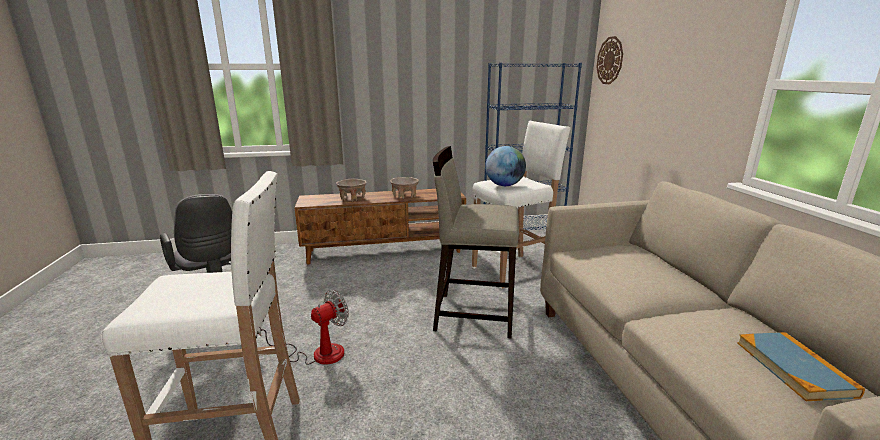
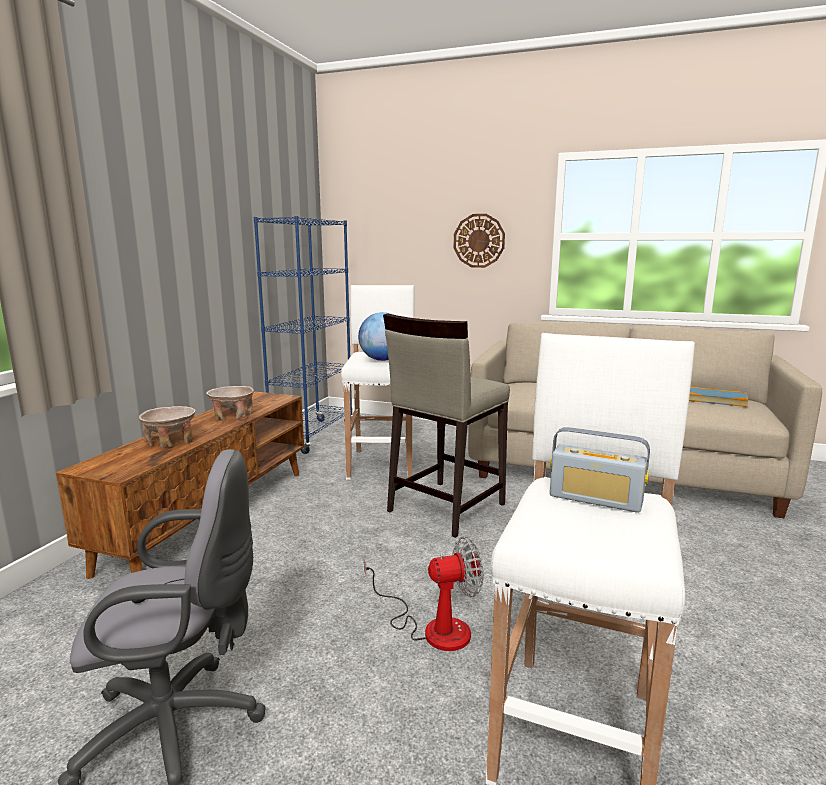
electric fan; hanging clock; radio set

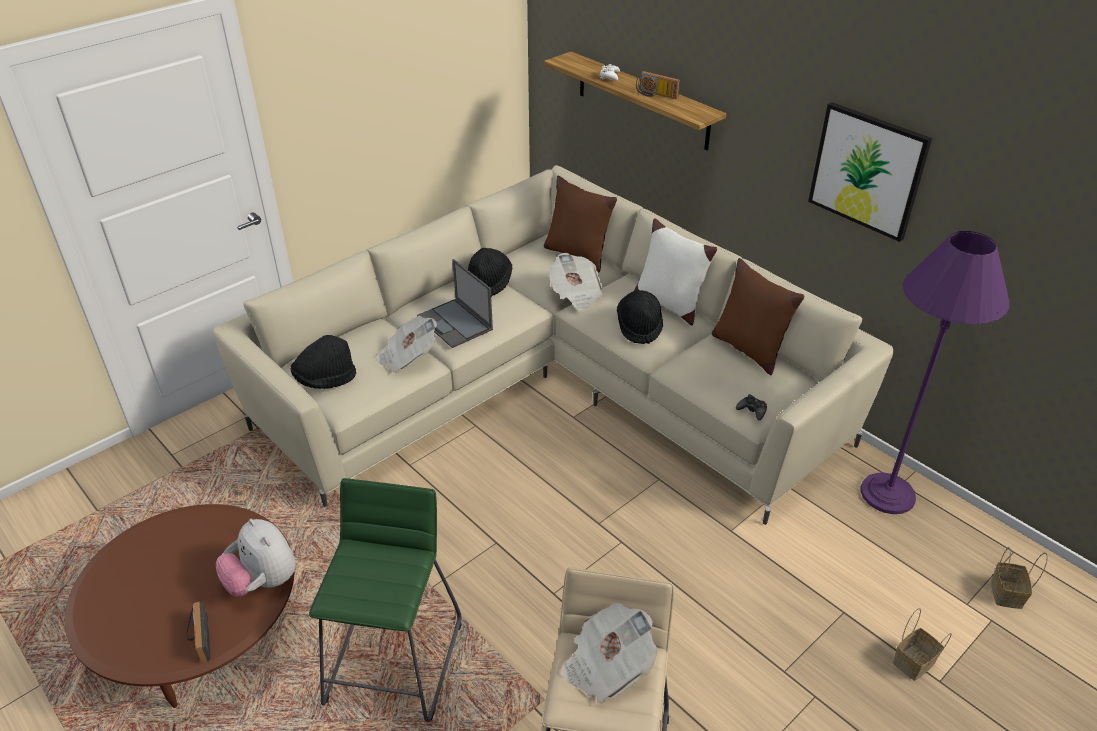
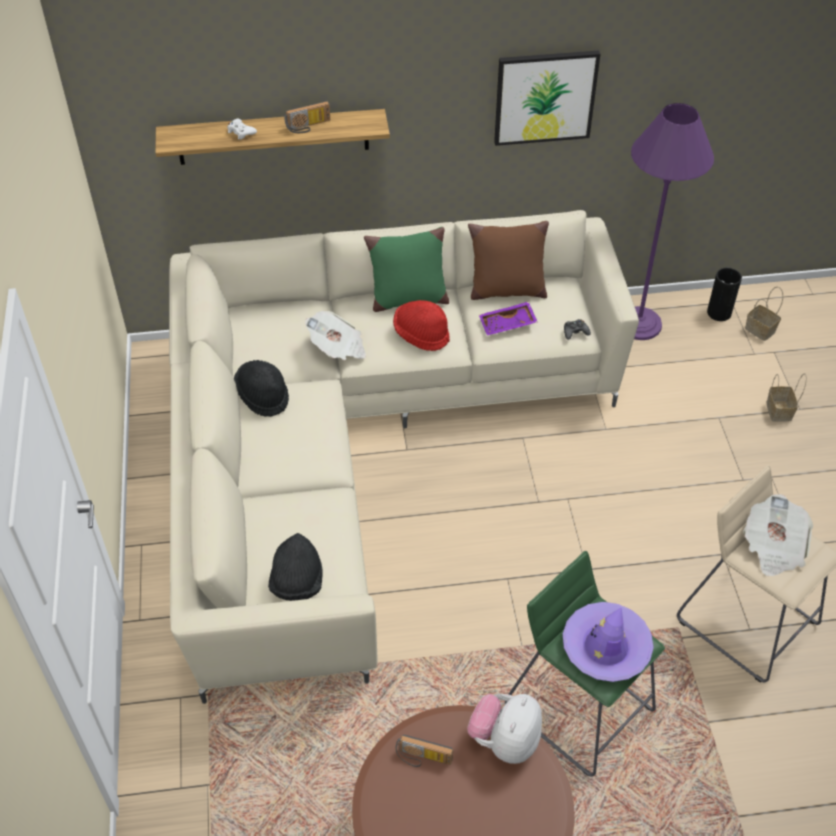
greenish cushion; red-coloured hat; radio set (2nd from left); plush toy; purplish serving tray; purplish hat; vase; newspaper (1st from left in the first image); notebook computer; brown-coloured cushion (1st from left in the first image)

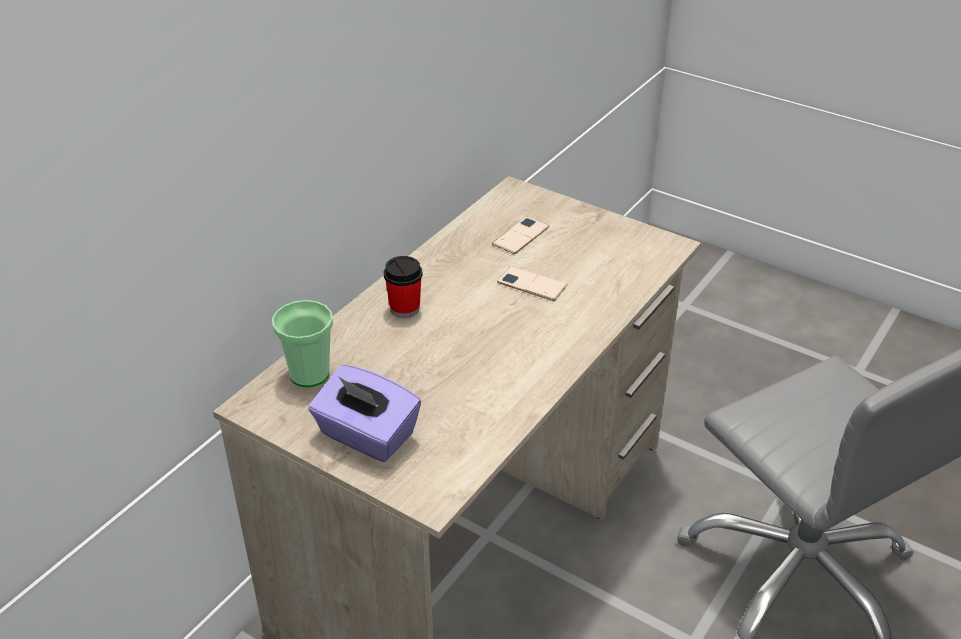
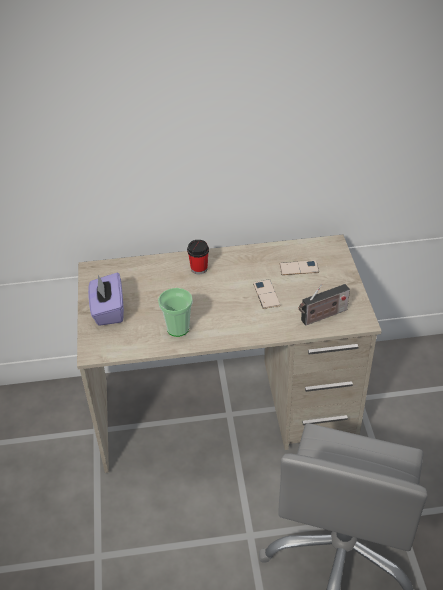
cup (1st from left); radio set

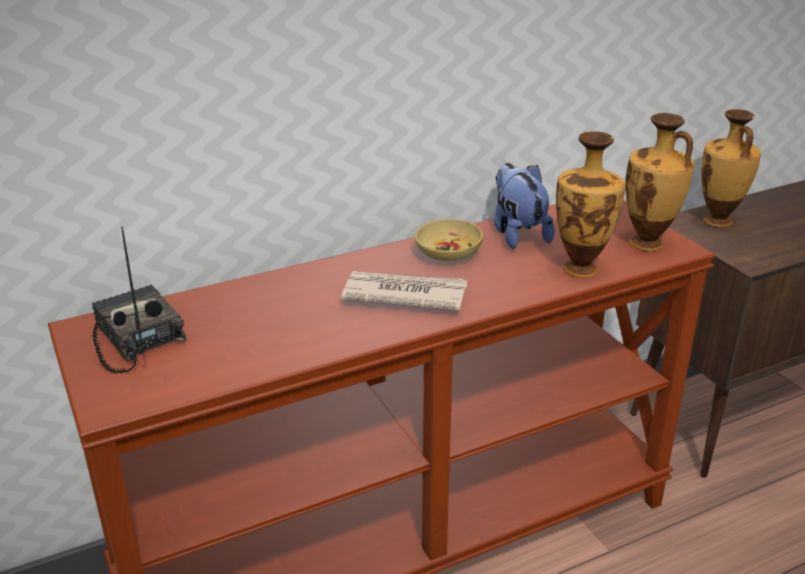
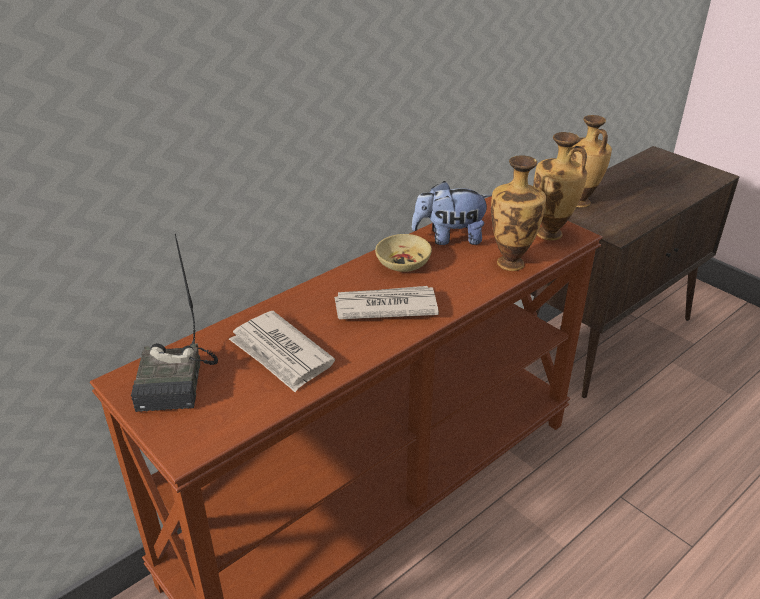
radio set; newspaper (1st from left); plush toy

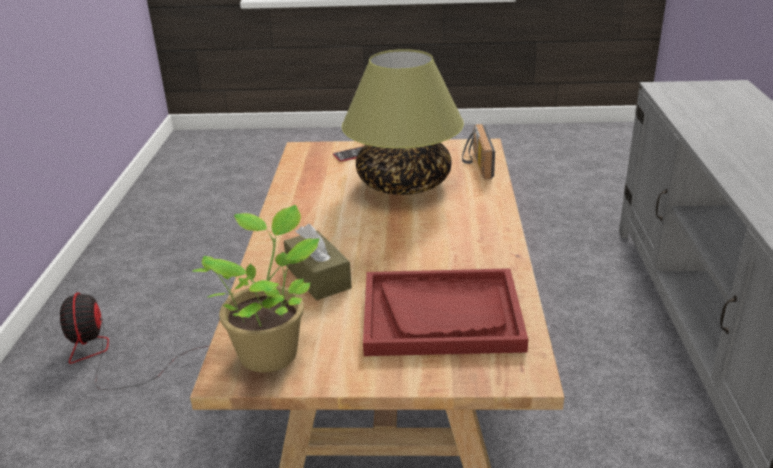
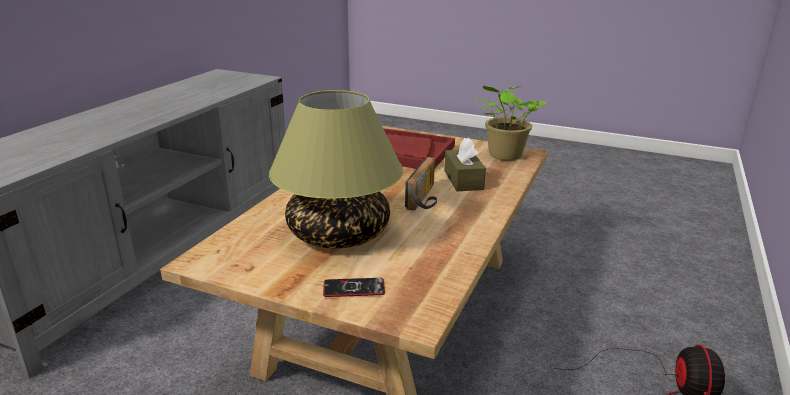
radio set

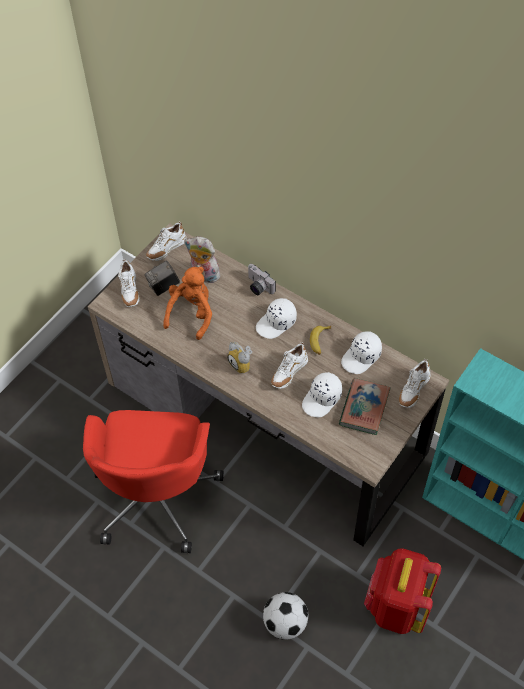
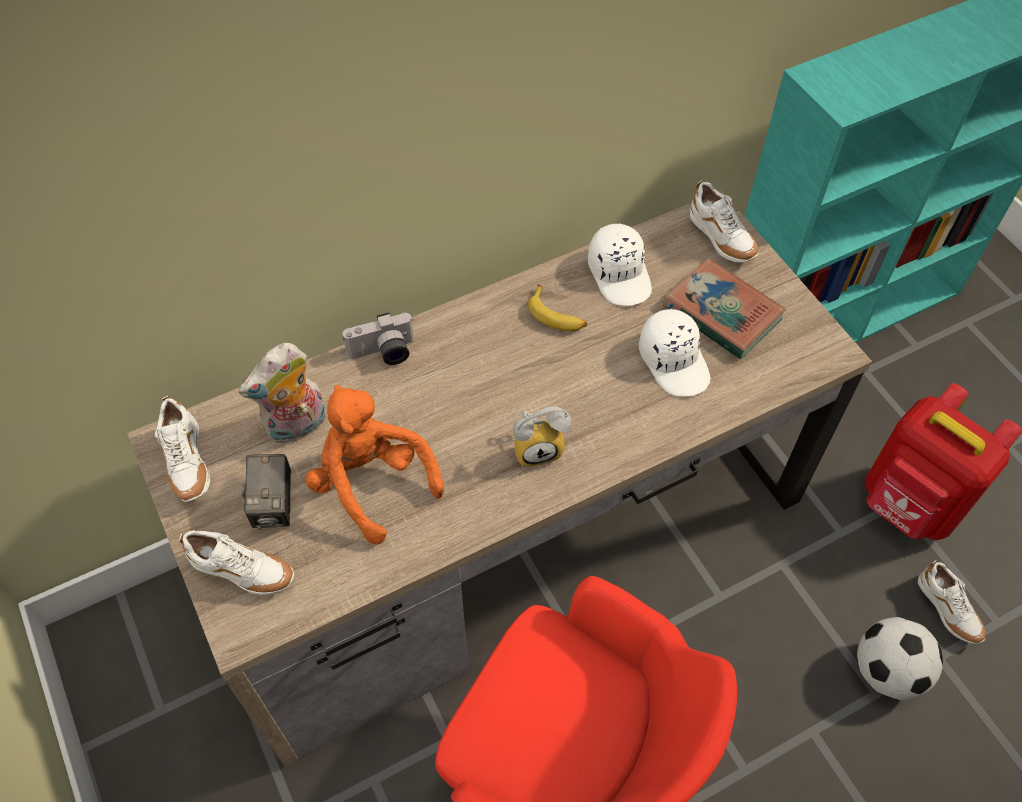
whitish shoe (4th from left); whitish baseball cap (1st from left in the first image)

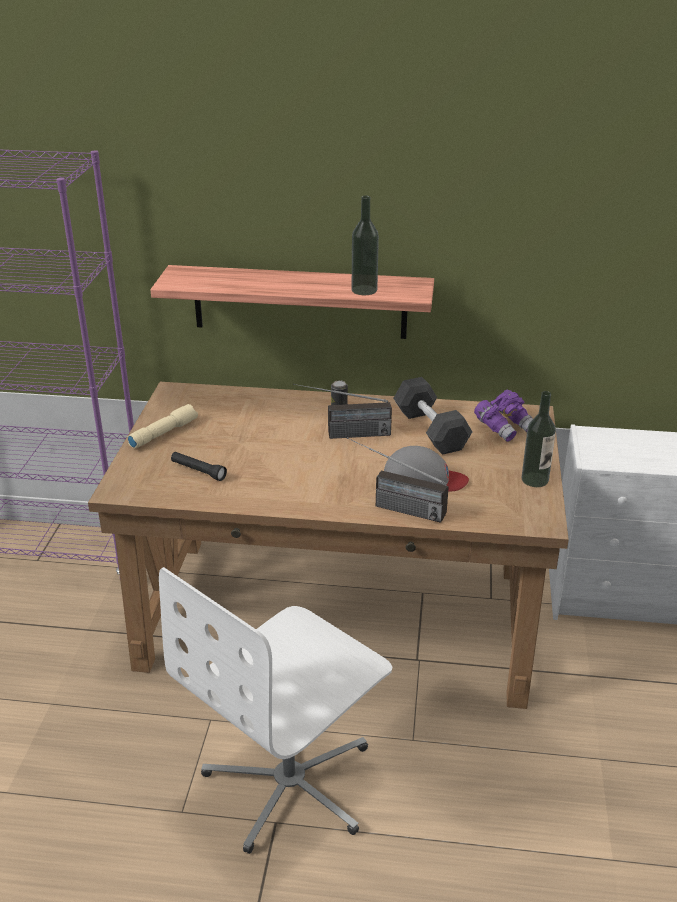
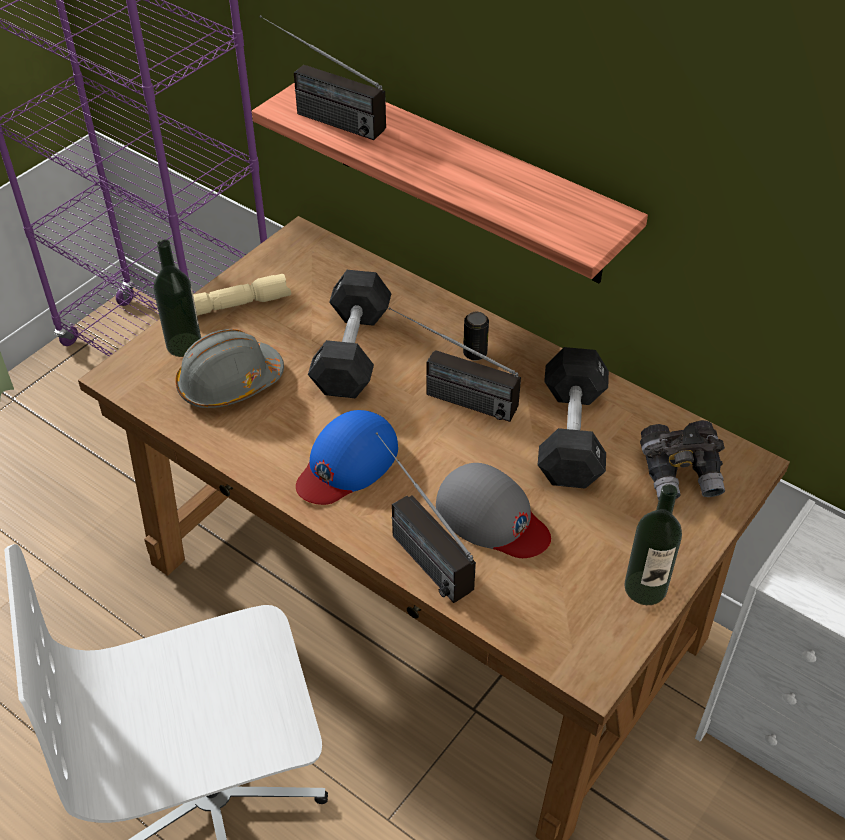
drink bottle (1st from left); greyish safety helmet; radio set (1st from left); bluish baseball cap; blackish hand weight (1st from left); greyish pair of binoculars

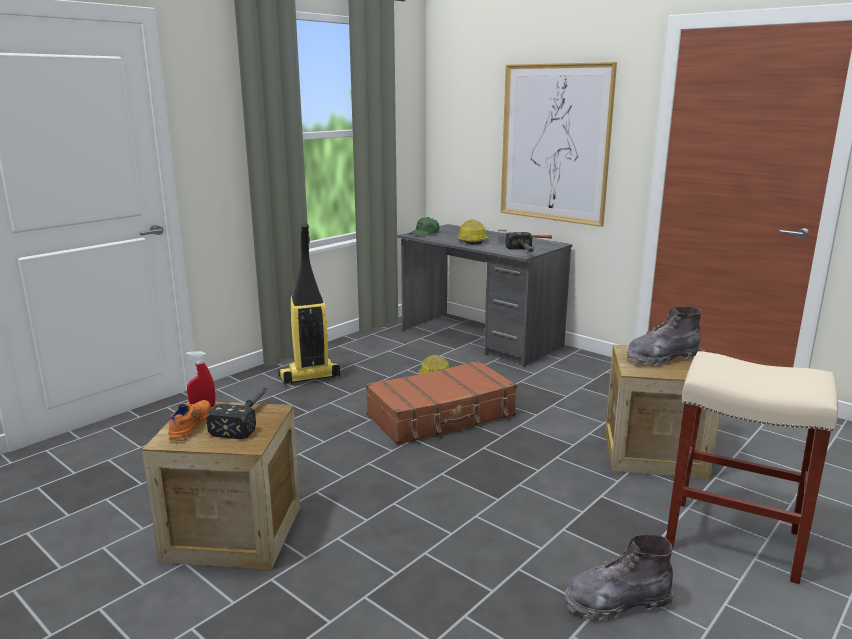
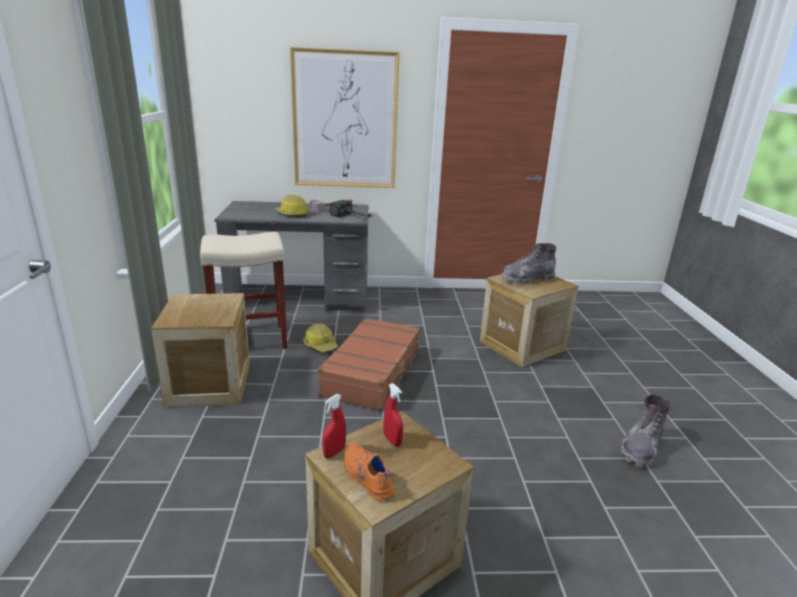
crate (1st from left); beige stool seat; red-coloured spray bottle (2nd from left); greyish boot (1st from left); greenish baseball cap

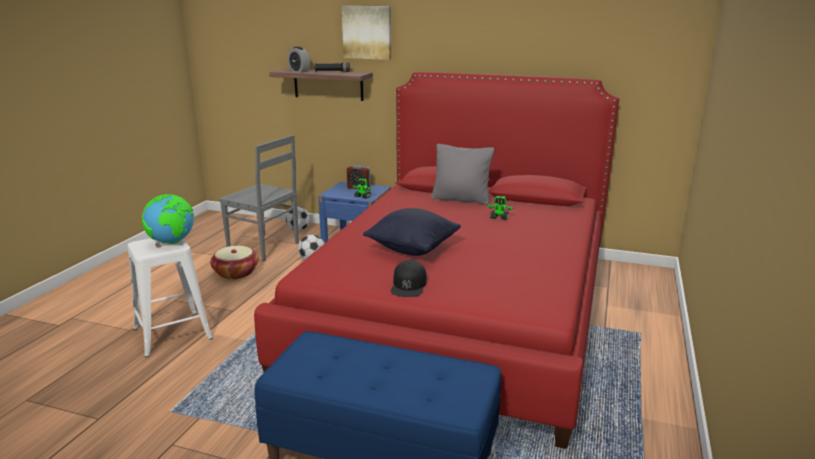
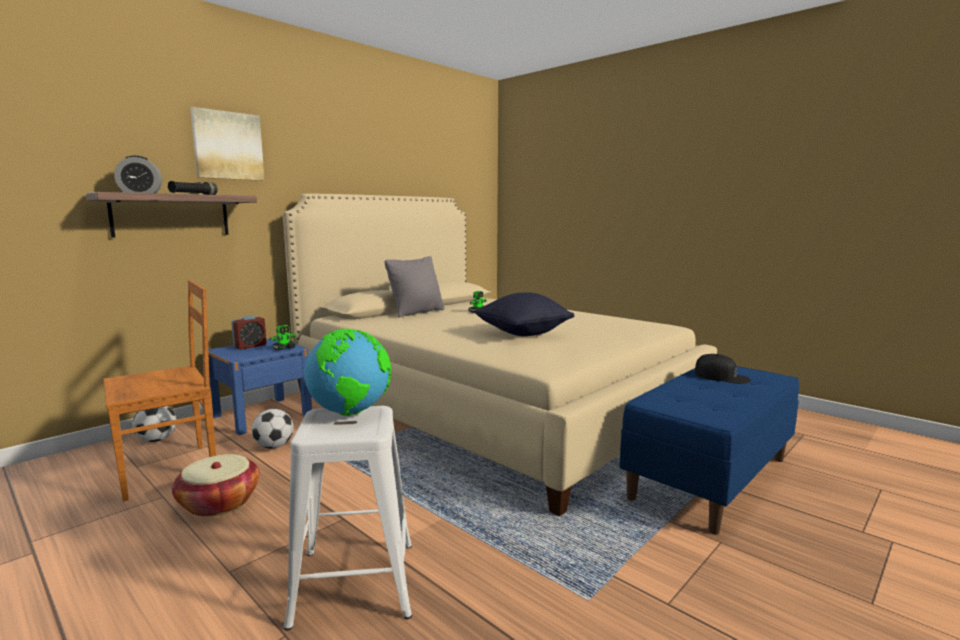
brown-coloured plain chair; beige sleeping bed; blackish baseball cap

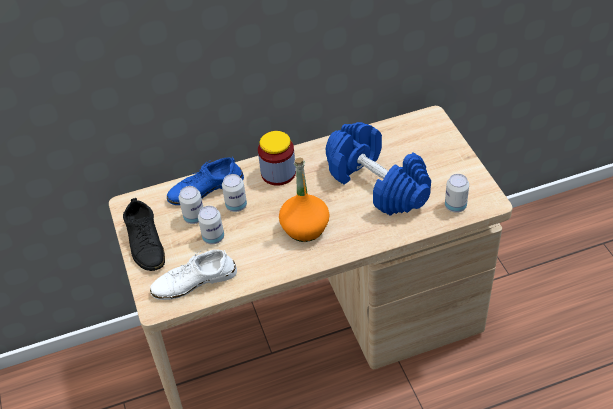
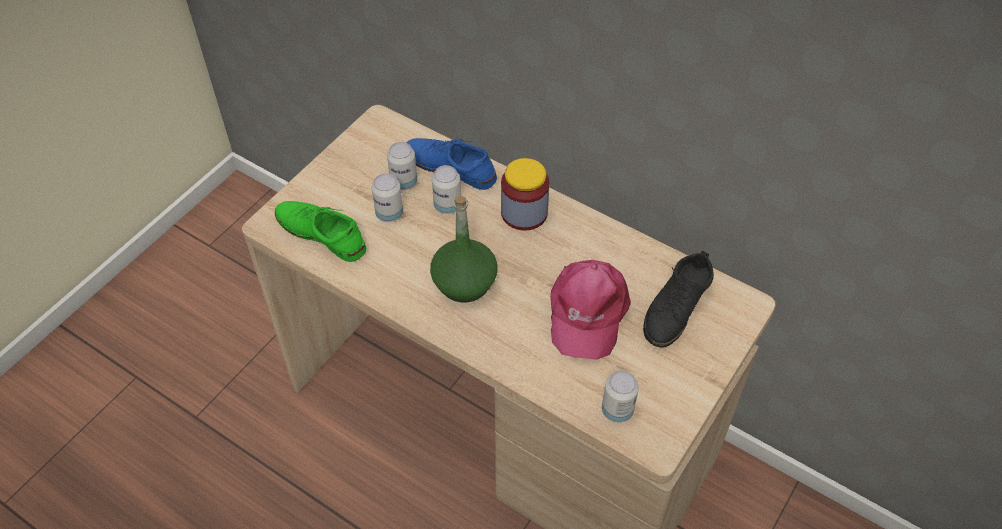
greenish shoe; greenish drink bottle; pink-coloured baseball cap; blackish shoe

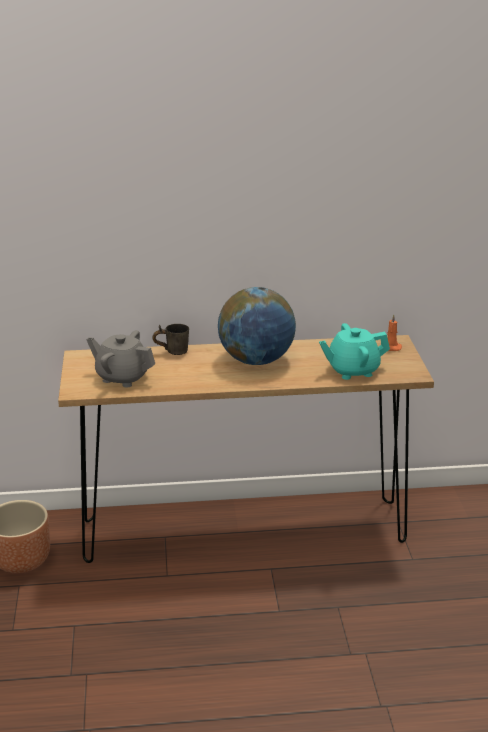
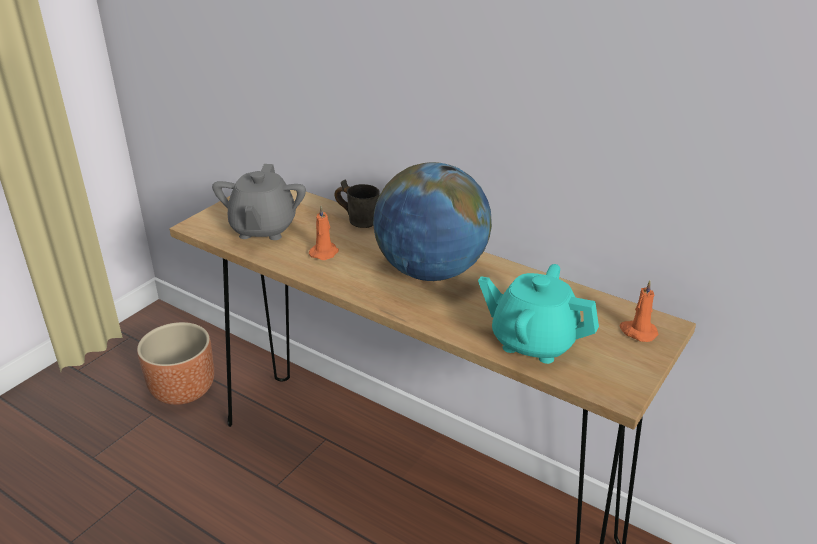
greyish pot for tea; orange candle (1st from left)

